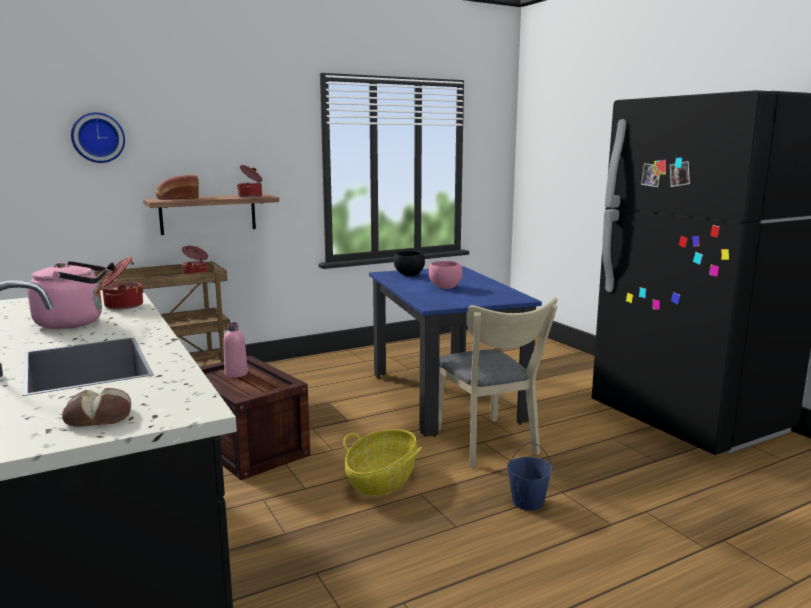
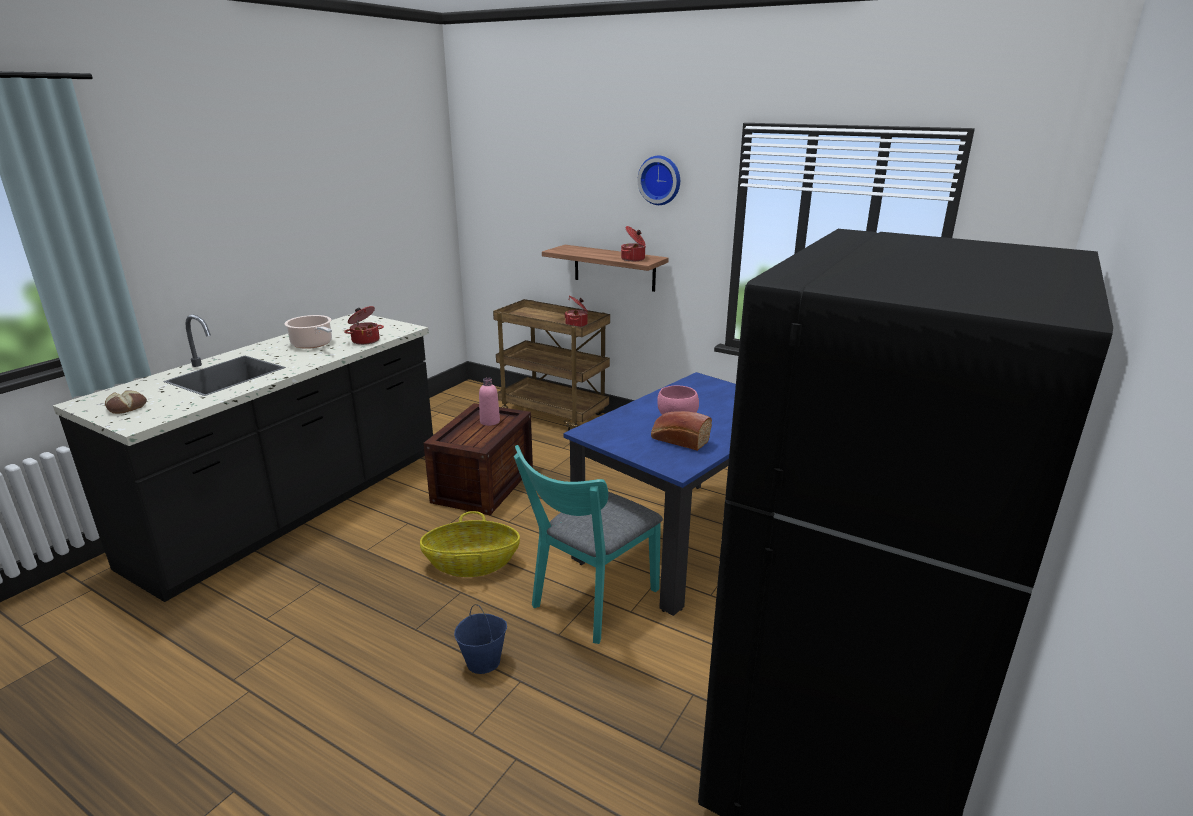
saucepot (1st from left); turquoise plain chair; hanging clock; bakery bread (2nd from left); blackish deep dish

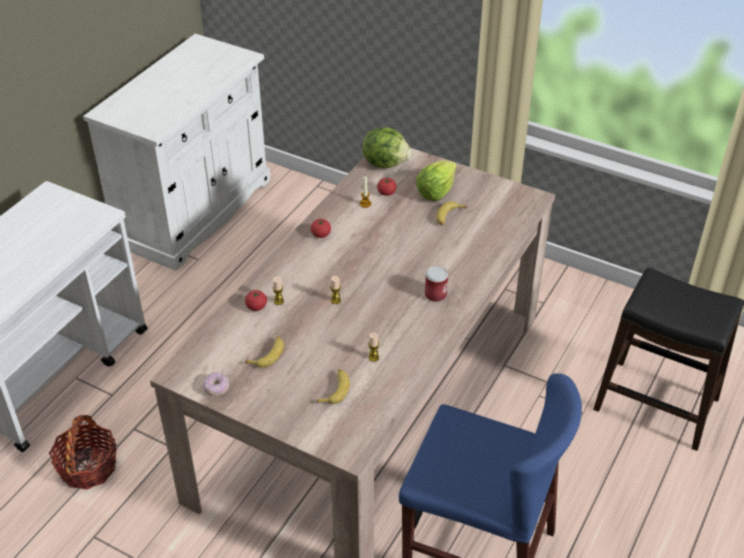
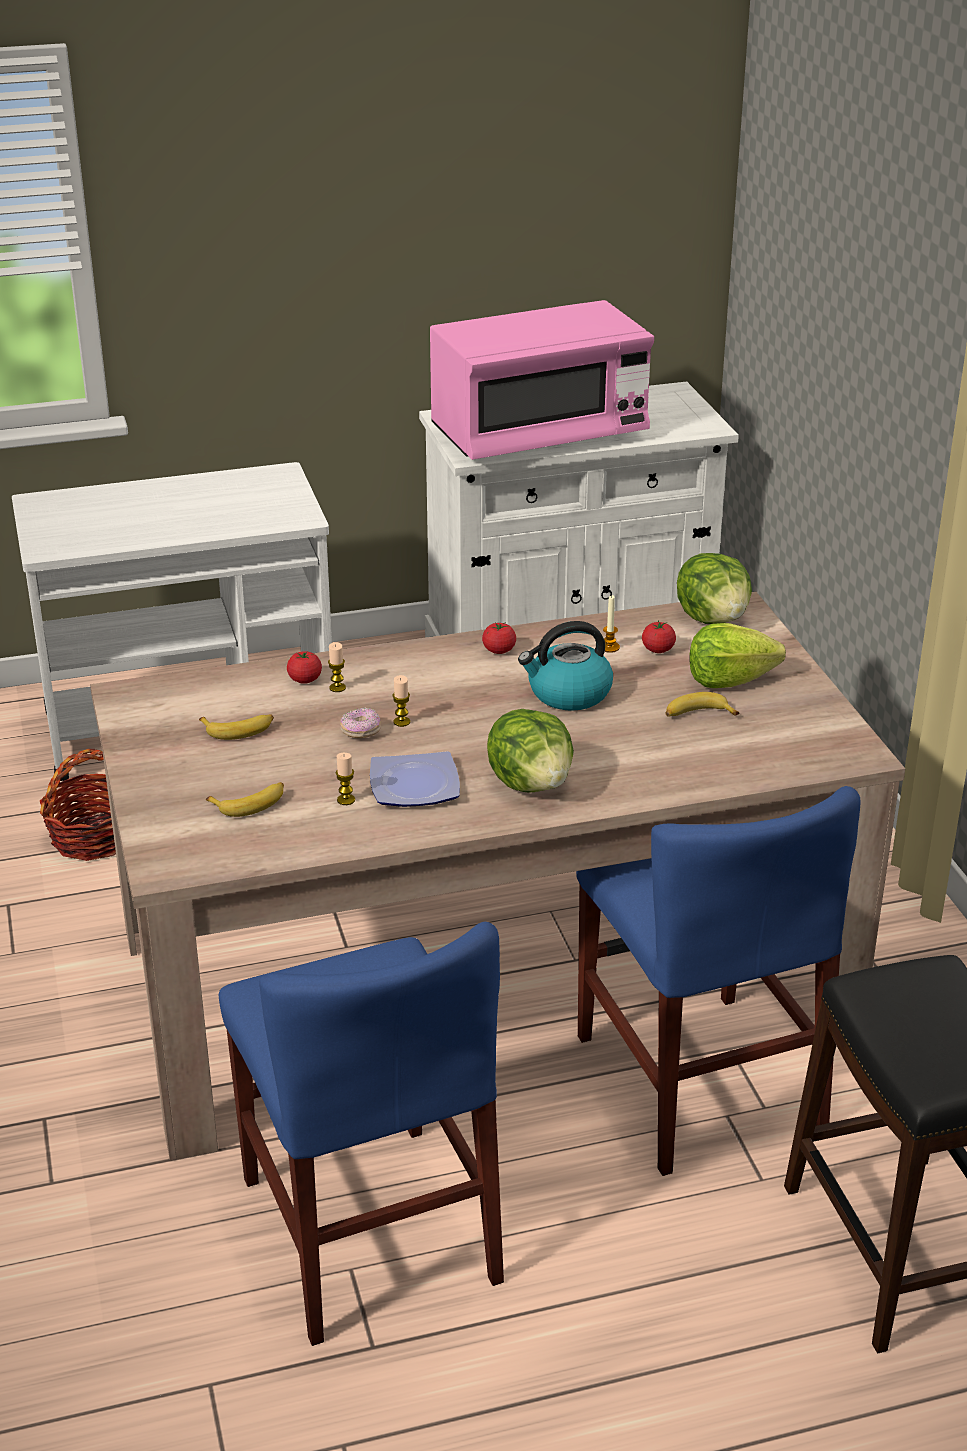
donut; plate; pink-coloured kitchen microwave; lettuce head (1st from left); kettle; bluish plain chair (2nd from left)

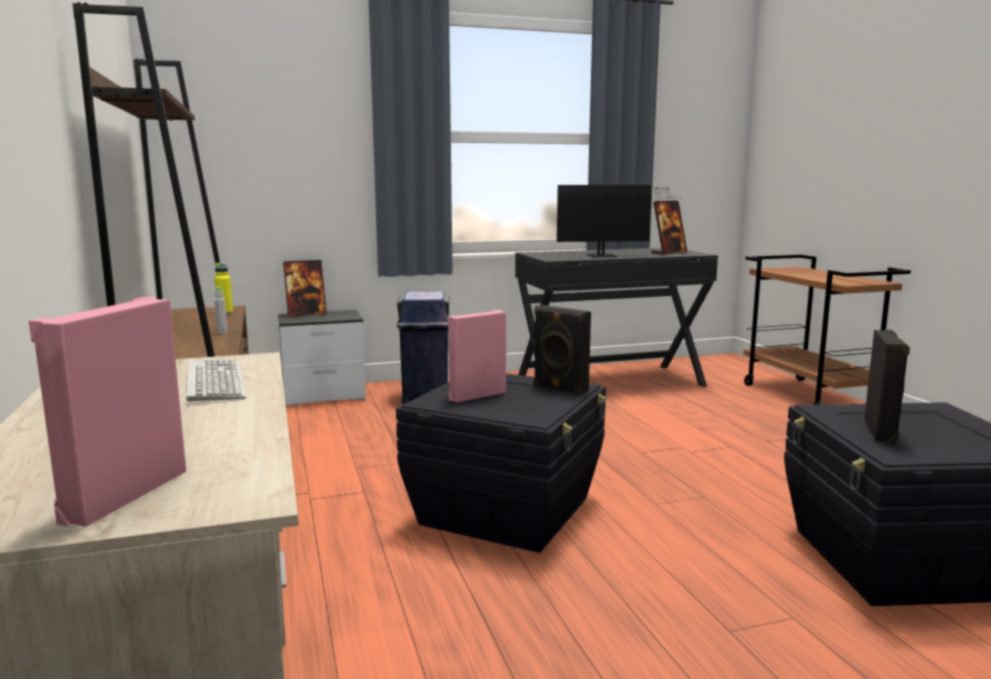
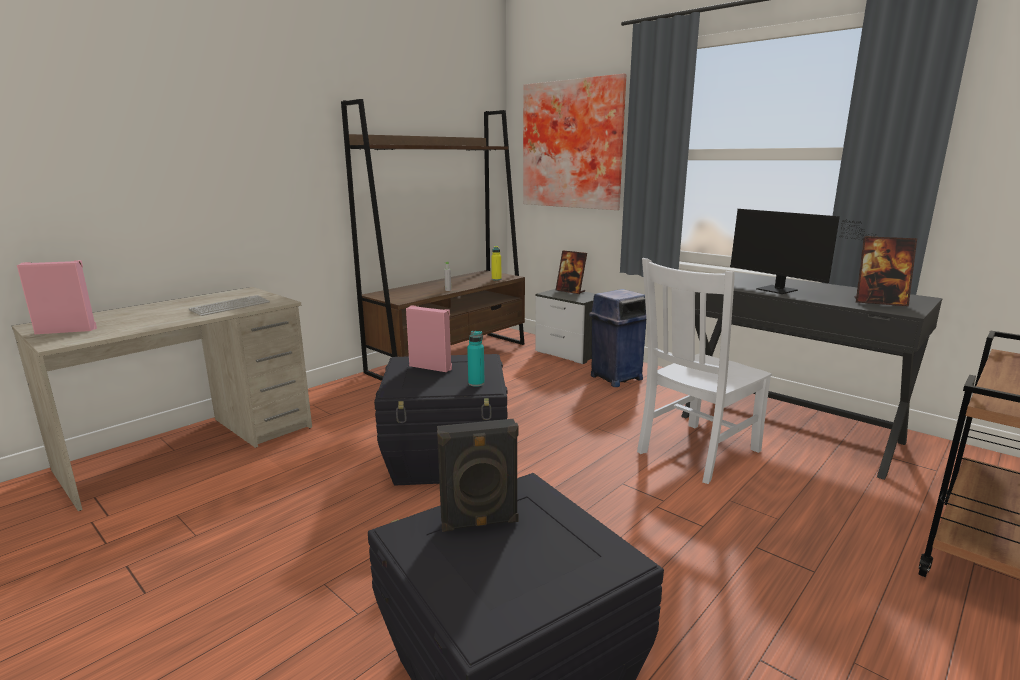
turquoise drink bottle; wall picture; whitish plain chair

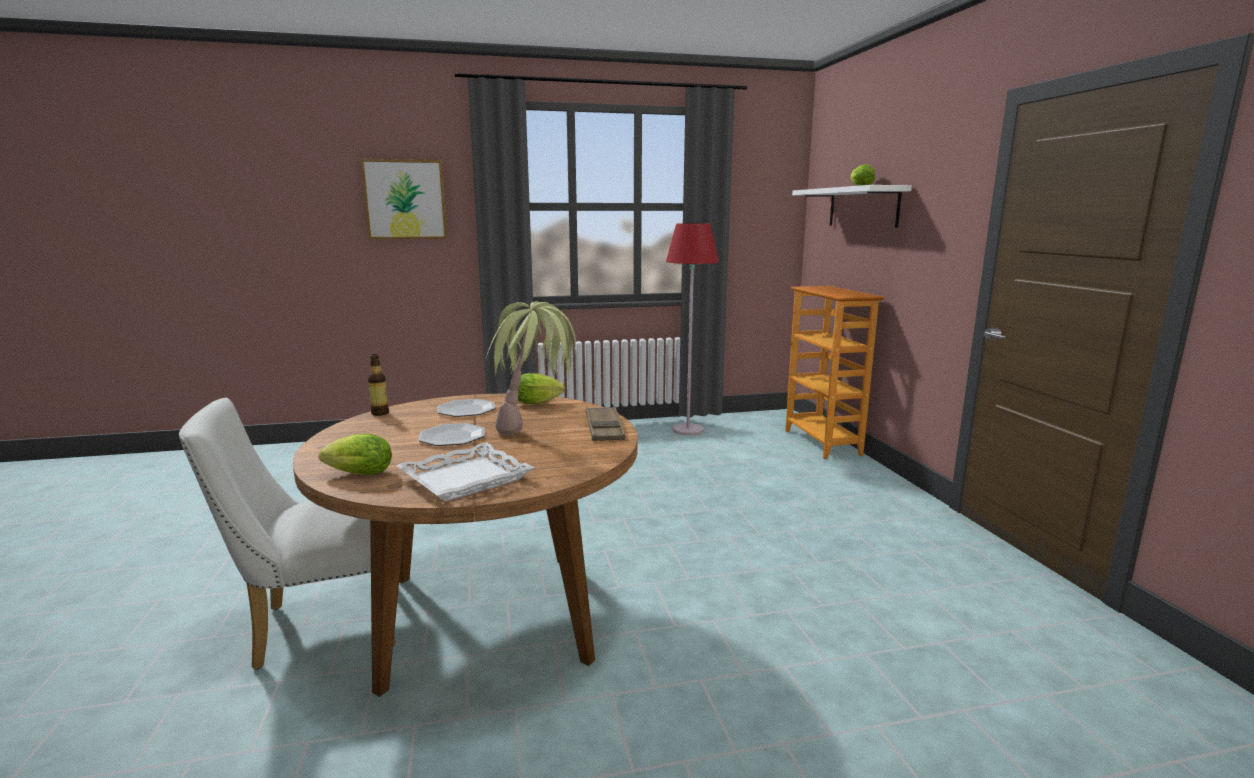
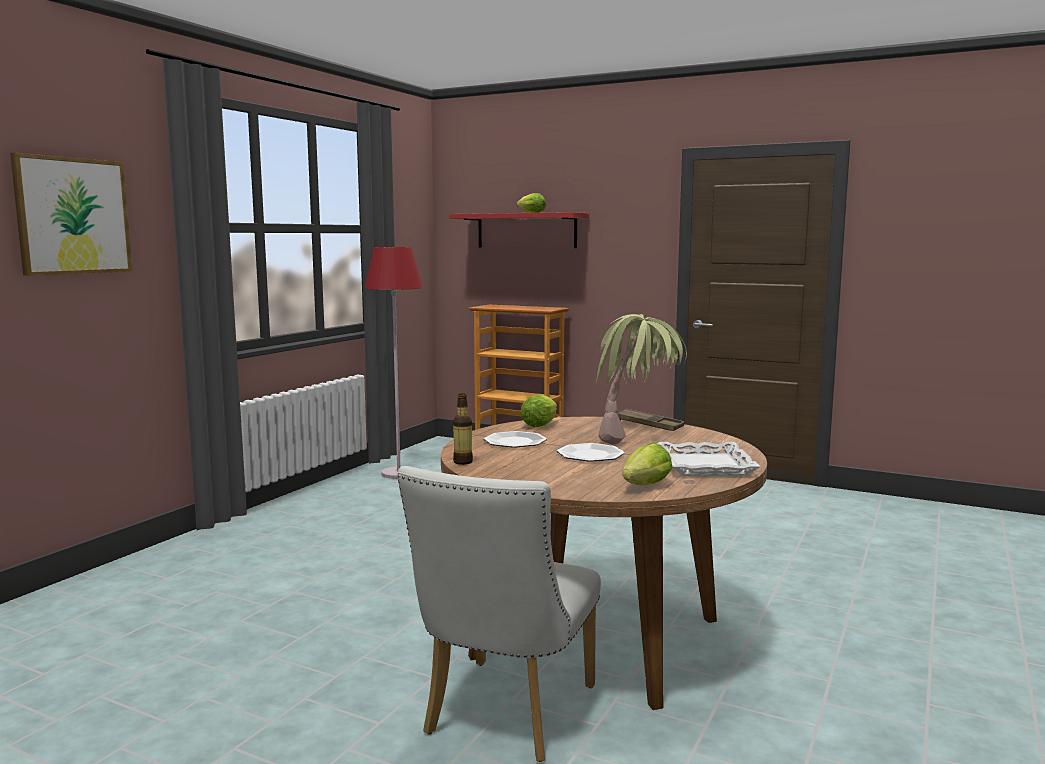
red-coloured shelf

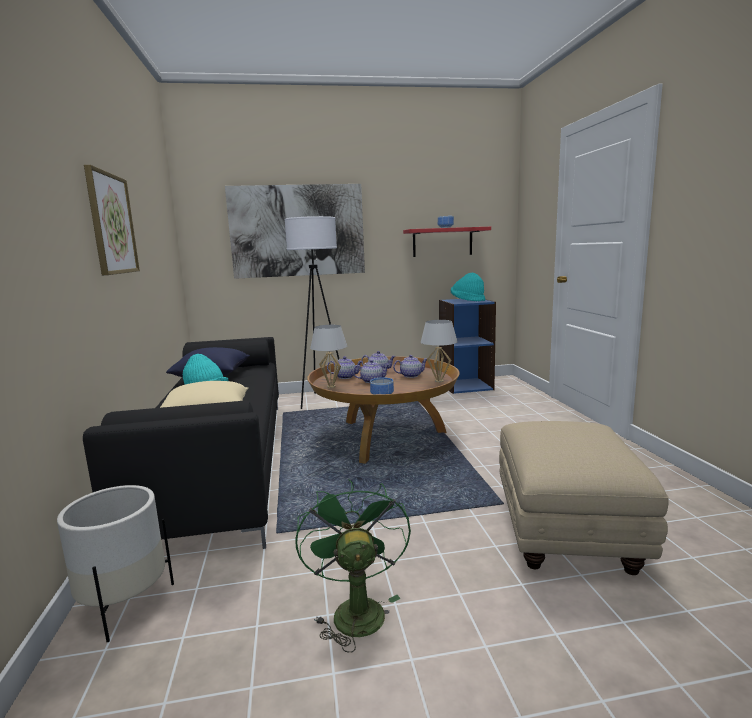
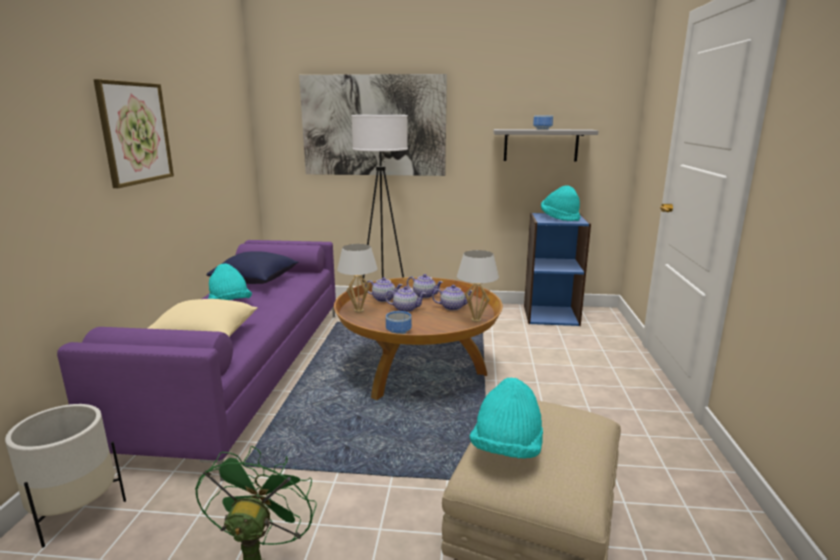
purplish settee; turquoise hat (2nd from left); greyish shelf

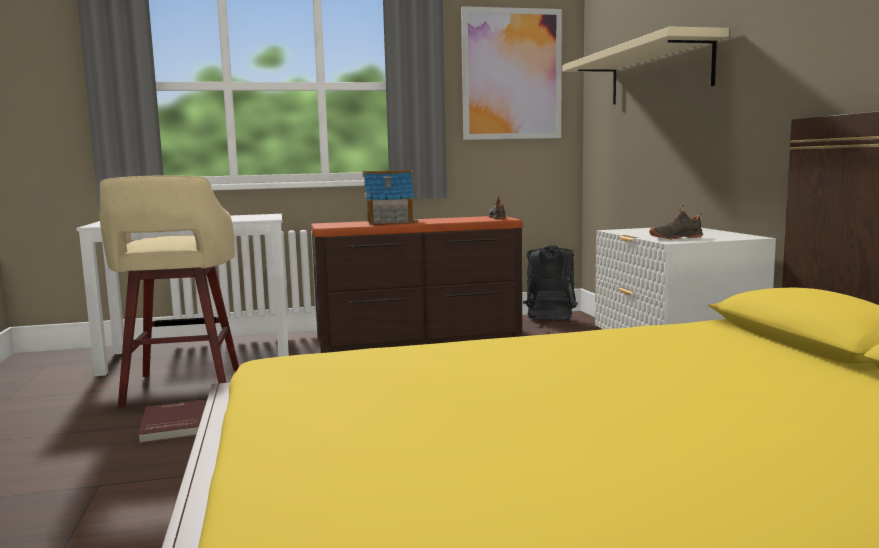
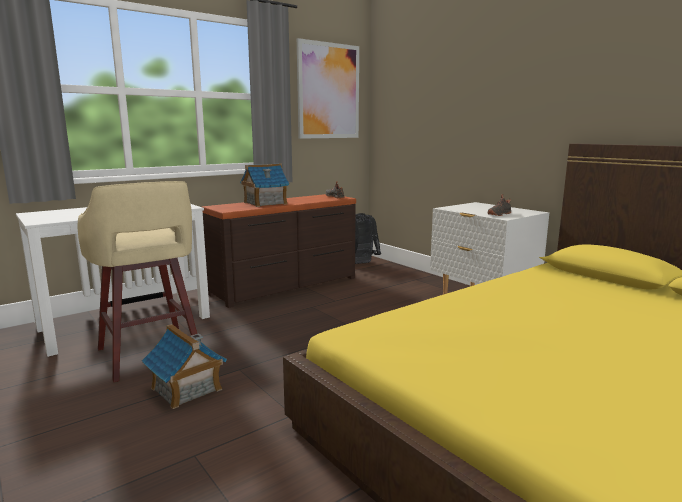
miniature house (1st from left); beige shelf

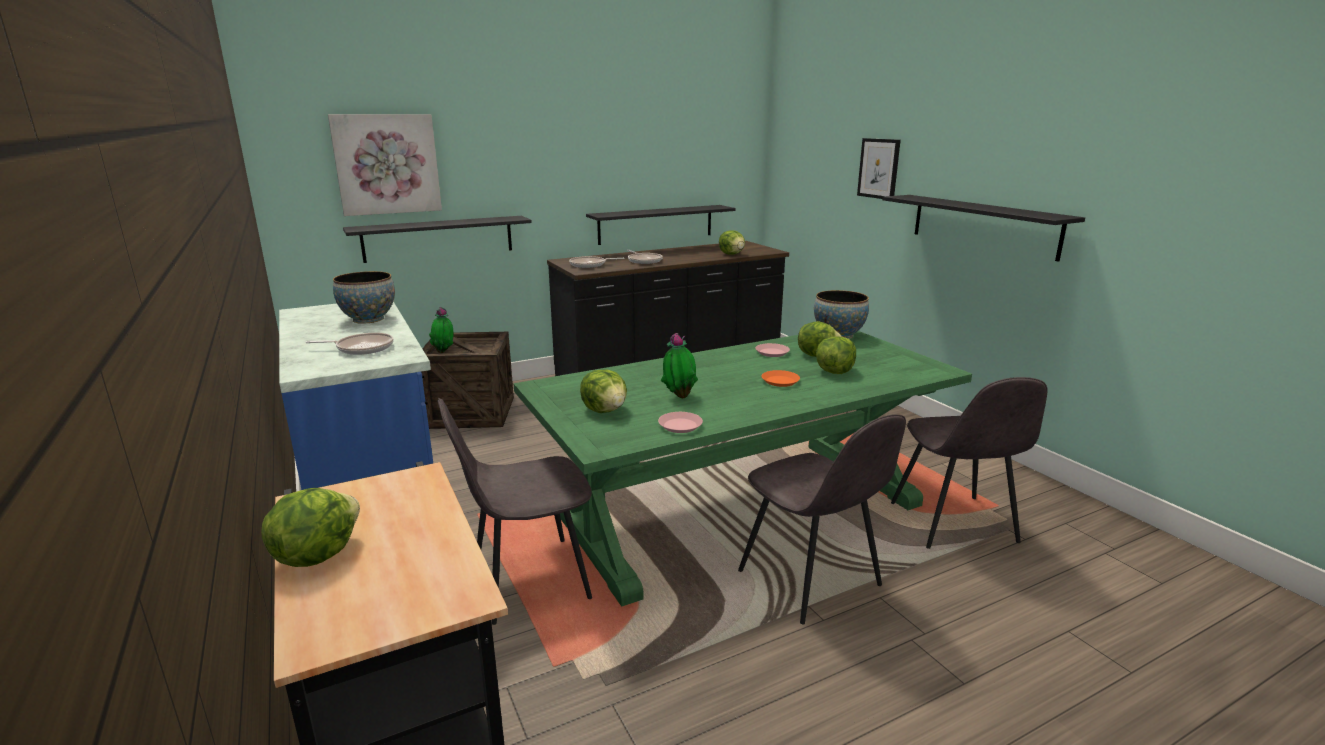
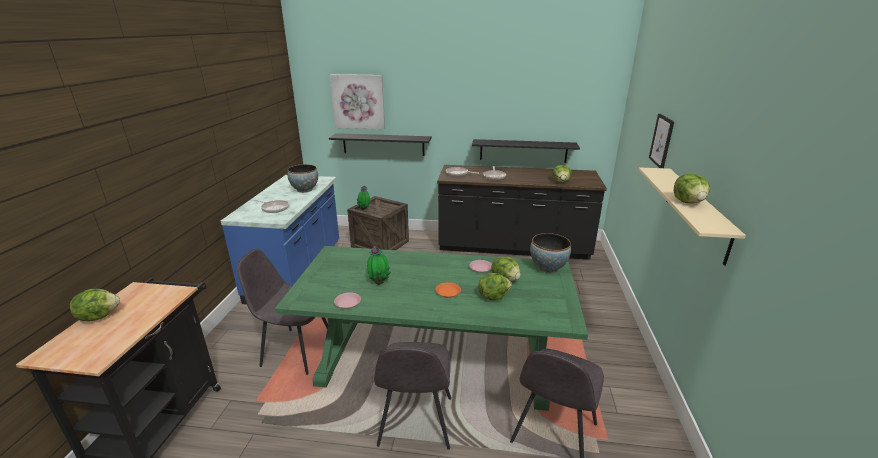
beige shelf; lettuce head (5th from left)

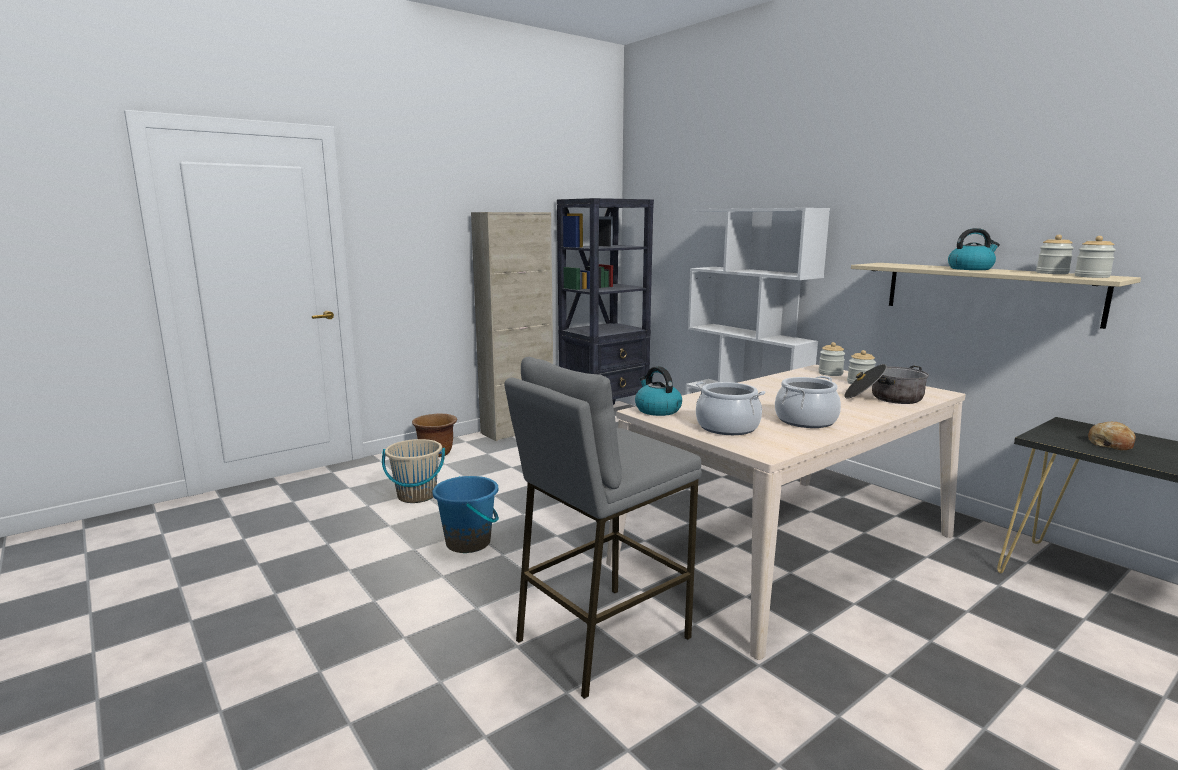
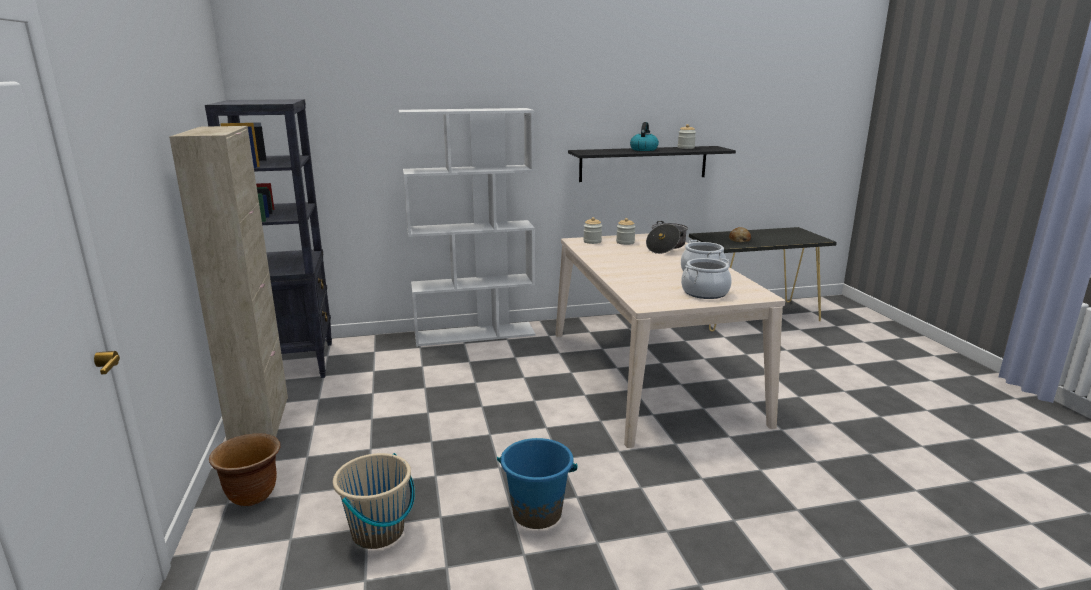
blackish shelf; greyish stool seat; kettle (1st from left in the first image); jar (4th from left in the first image)

